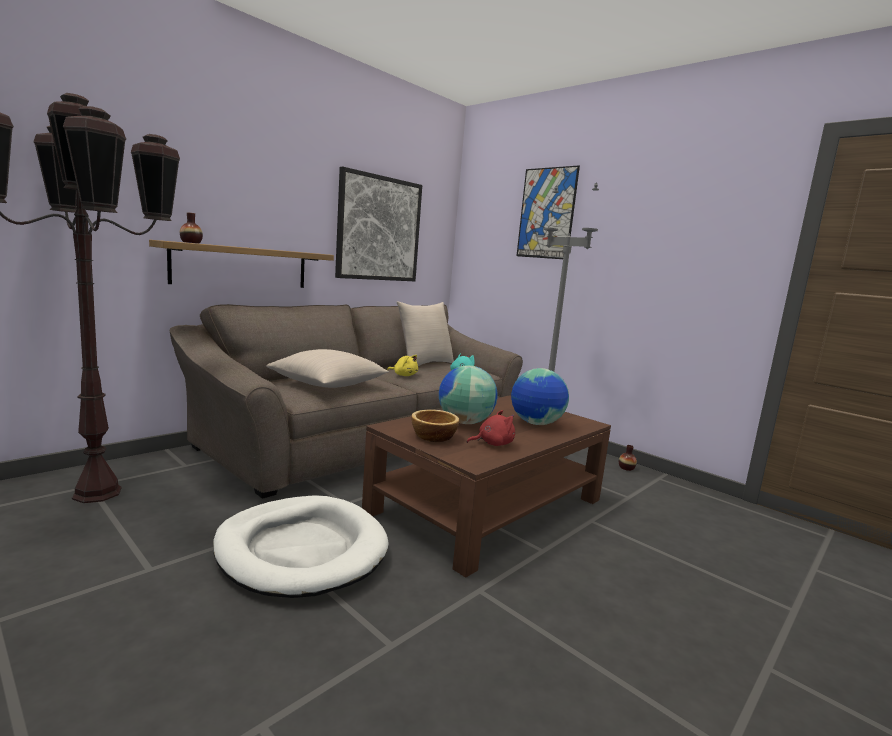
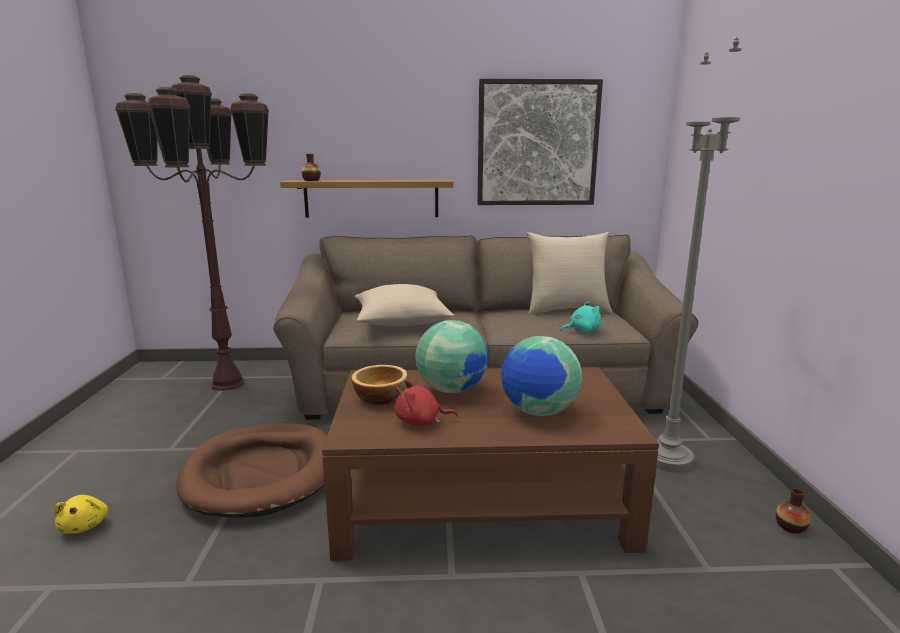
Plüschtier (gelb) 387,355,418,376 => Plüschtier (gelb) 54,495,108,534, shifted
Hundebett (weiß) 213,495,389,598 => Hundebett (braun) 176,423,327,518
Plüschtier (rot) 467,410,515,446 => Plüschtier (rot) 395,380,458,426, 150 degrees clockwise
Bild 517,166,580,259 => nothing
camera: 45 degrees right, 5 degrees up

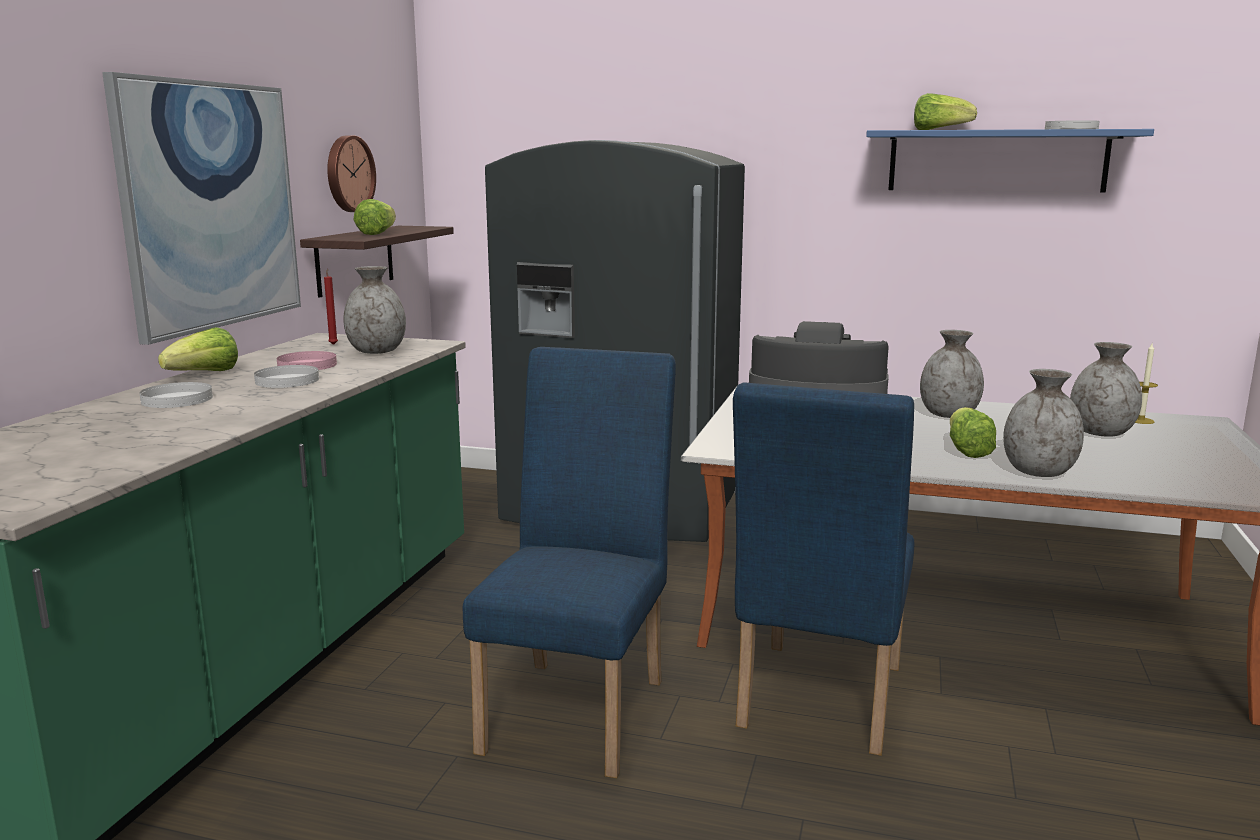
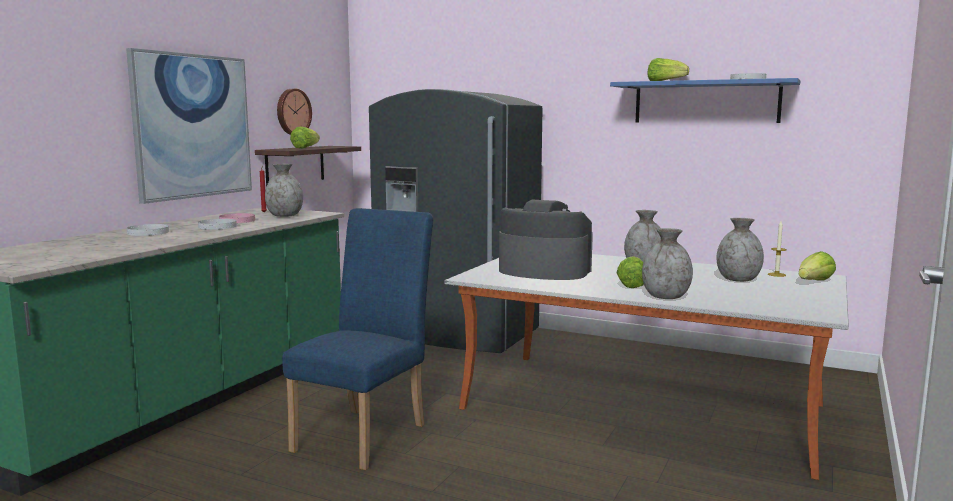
Salatkopf 158,327,238,371 => Salatkopf 799,251,836,281, shifted
Stuhl (blau) 733,382,915,756 => nothing
camera: 10 degrees right, 5 degrees down

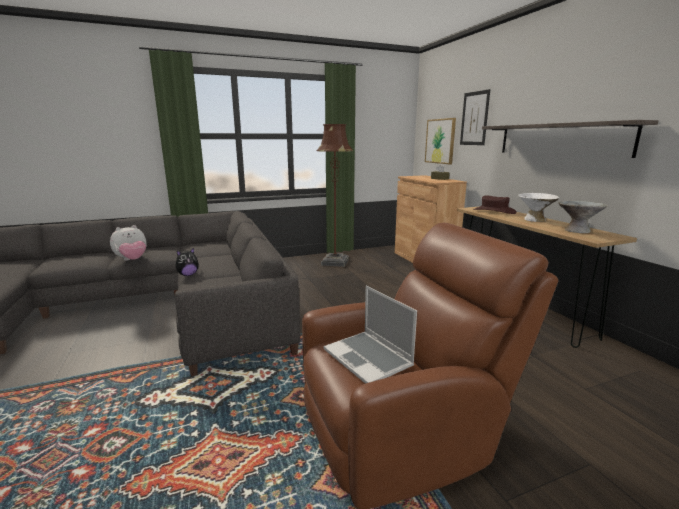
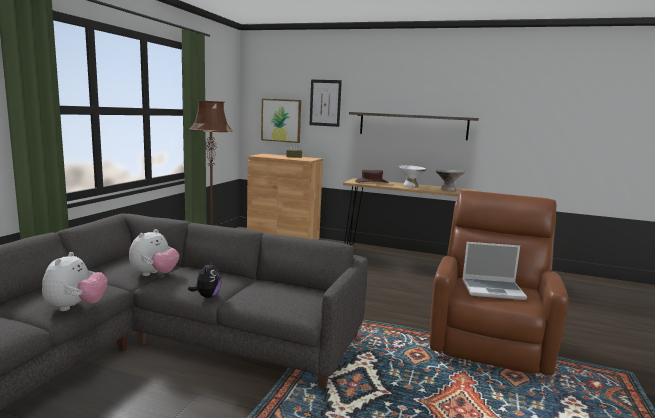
nothing => Plüschtier 129,229,179,276
camera: 50 degrees left, 5 degrees down

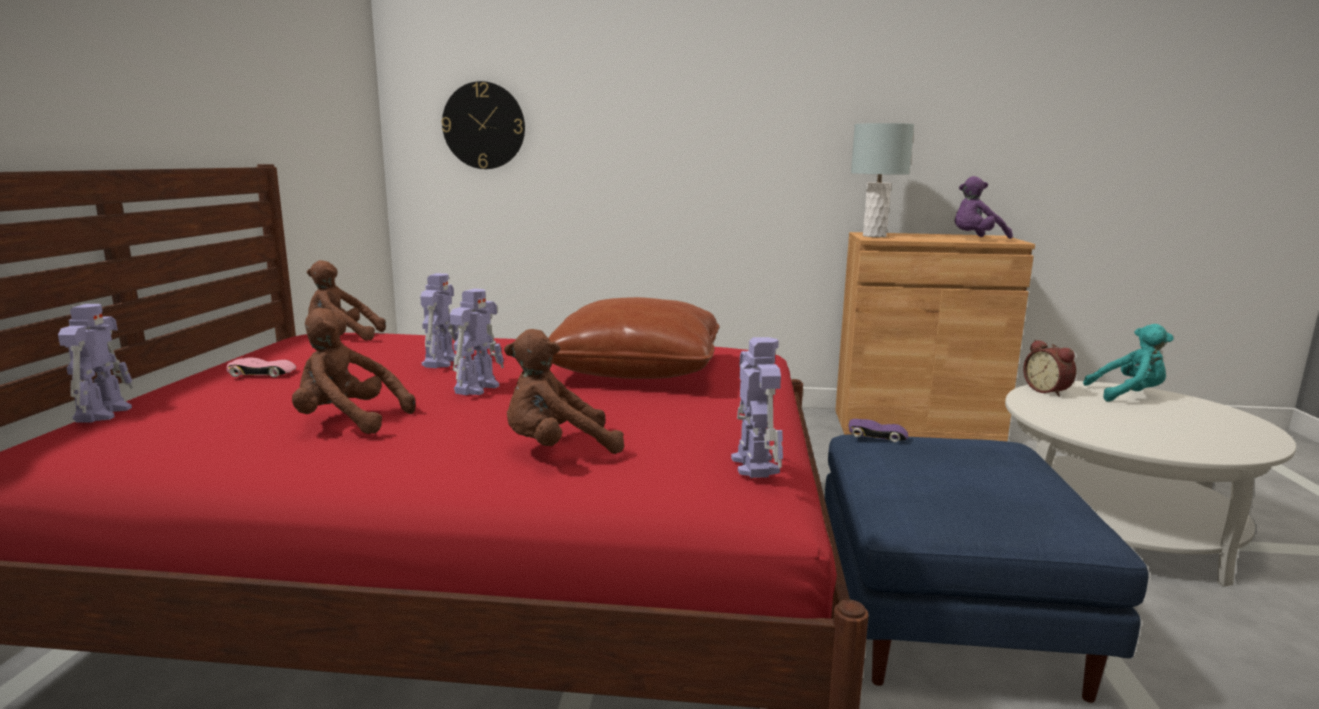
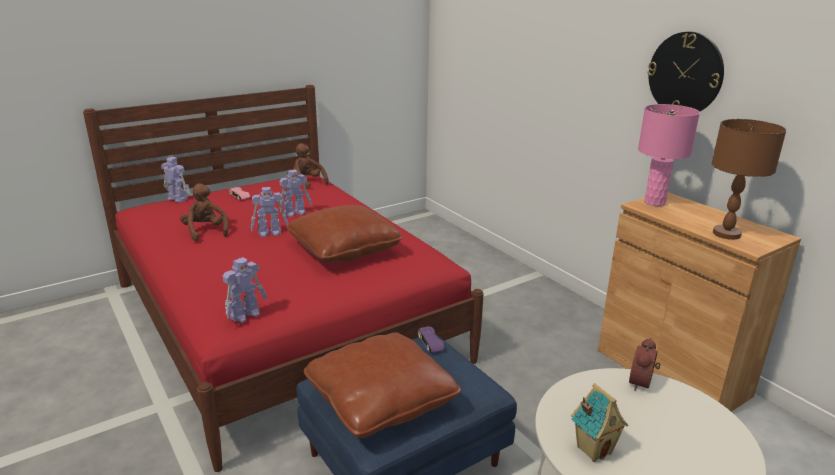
Spielzeugroboter 58,304,133,422 => Spielzeugroboter 161,157,191,202, 105 degrees counterclockwise
nothing => Kissen (braun) 304,332,461,438
nothing => Spielzeughaus 571,383,628,462
Tischlampe (grau) 851,123,914,237 => Tischlampe (rosa) 638,104,700,206
Wanduhr 442,81,525,169 => Wanduhr 648,32,724,111, shifted
Plüschtier (lila) 955,176,1013,239 => Tischlampe (braun) 712,119,786,240
Plüschtier (braun) 504,329,624,454 => nothing
Plüschtier (türkis) 1083,324,1174,402 => nothing
camera: 50 degrees right, 10 degrees up

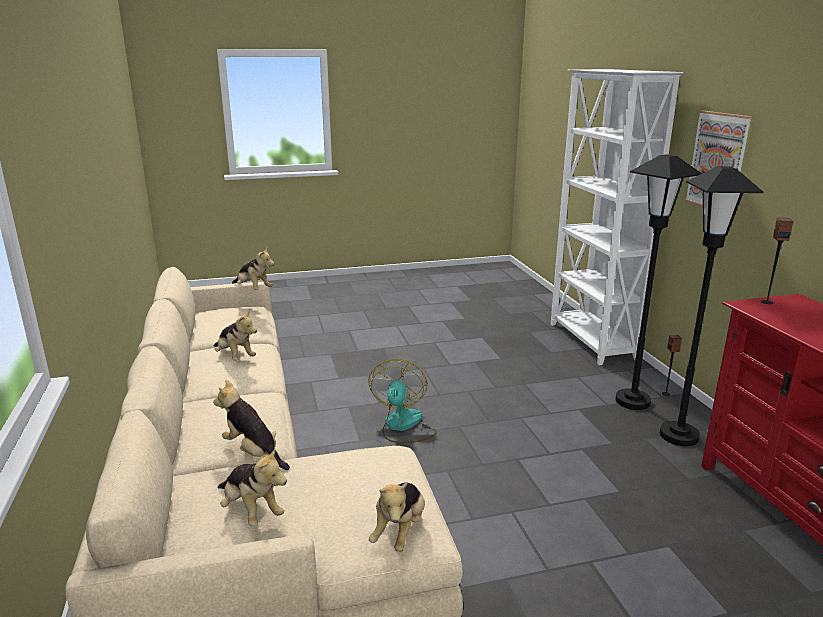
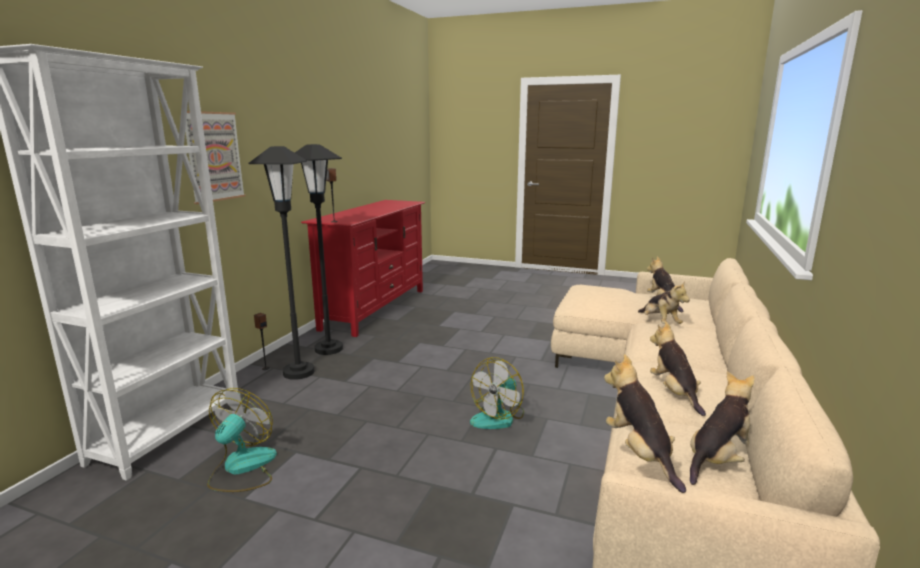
nothing => Ventilator 208,388,277,492
Plüschtier 369,482,425,552 => Plüschtier 690,371,755,485, shifted
camera: 145 degrees left, 5 degrees down

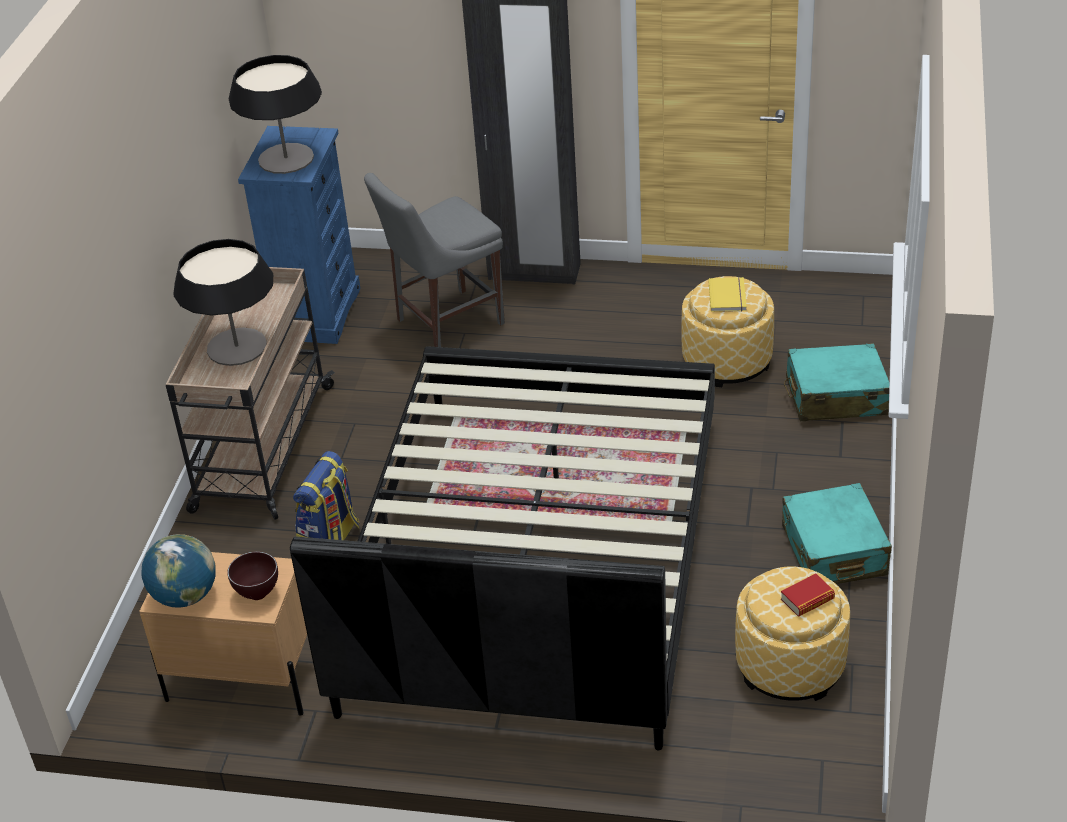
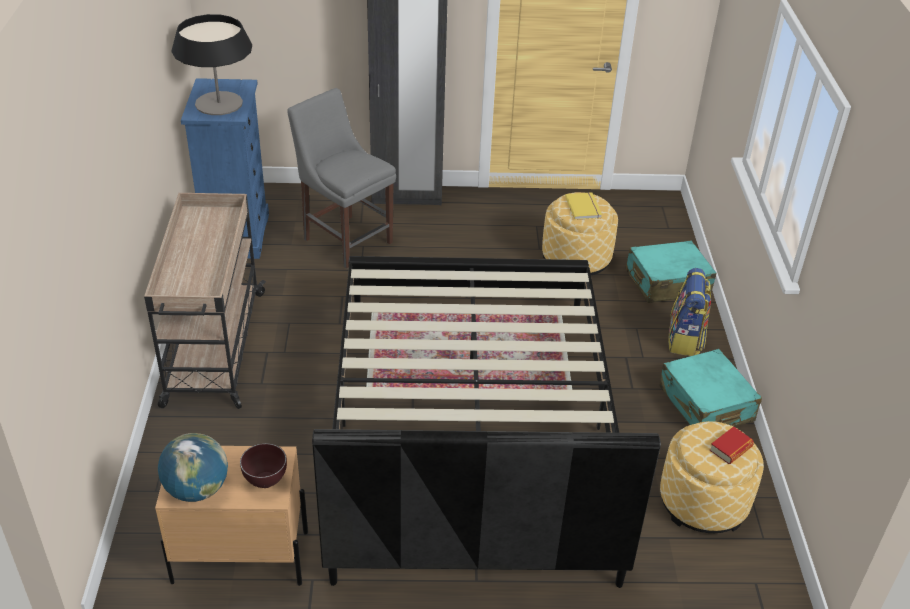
Stuhl (grau) 364,173,505,347 => Stuhl (grau) 287,88,396,269, 90 degrees clockwise
Rucksack 293,451,360,540 => Rucksack 668,268,711,356, shifted
Tischlampe 173,239,273,366 => nothing
camera: 15 degrees left, 0 degrees up

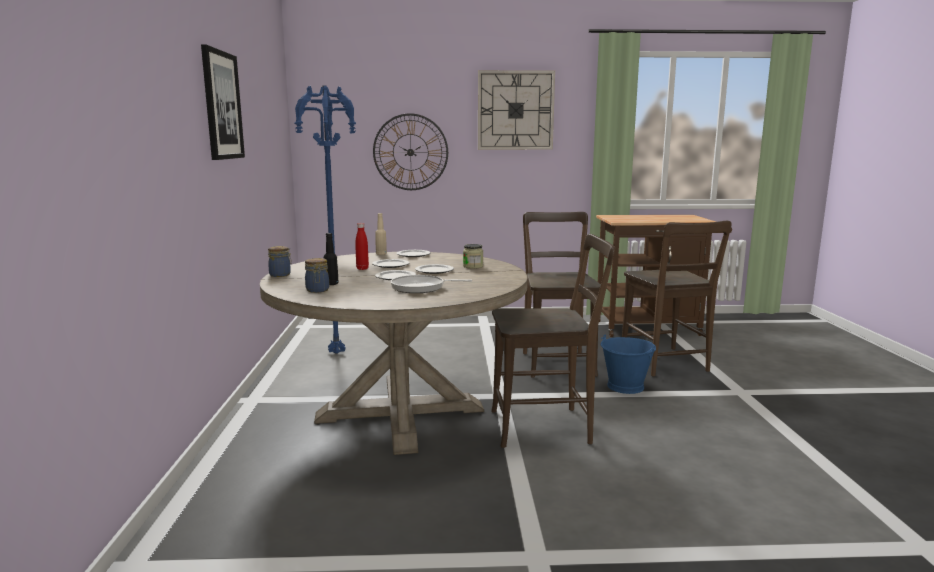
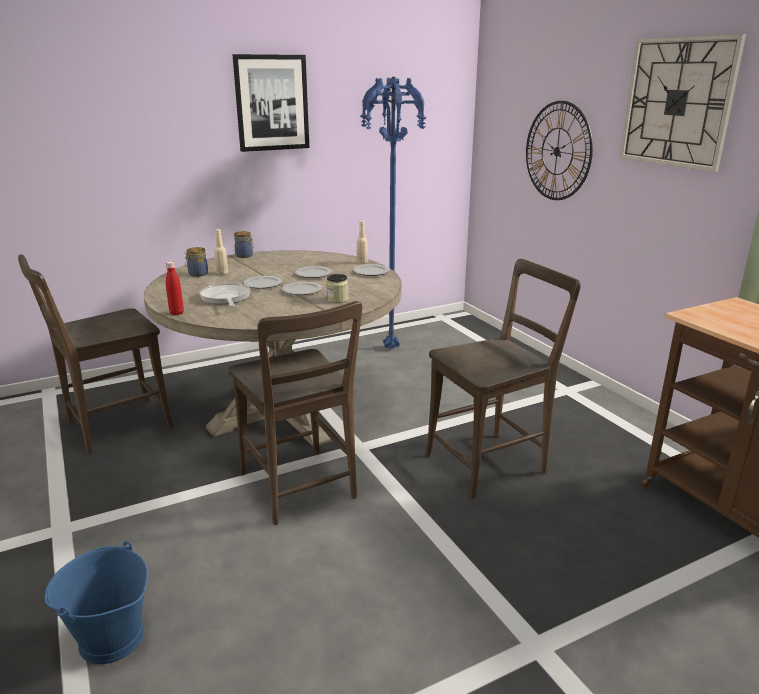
Stuhl (braun) 622,221,732,376 => Stuhl (braun) 18,254,174,454, shifted
Eimer (blau) 600,335,656,394 => Eimer (blau) 44,541,148,664, shifted
Flasche (rot) 355,223,369,270 => Flasche (rot) 166,261,184,315, shifted
Flasche (schwarz) 324,233,339,285 => Flasche (beige) 214,229,228,275
camera: 65 degrees right, 10 degrees up

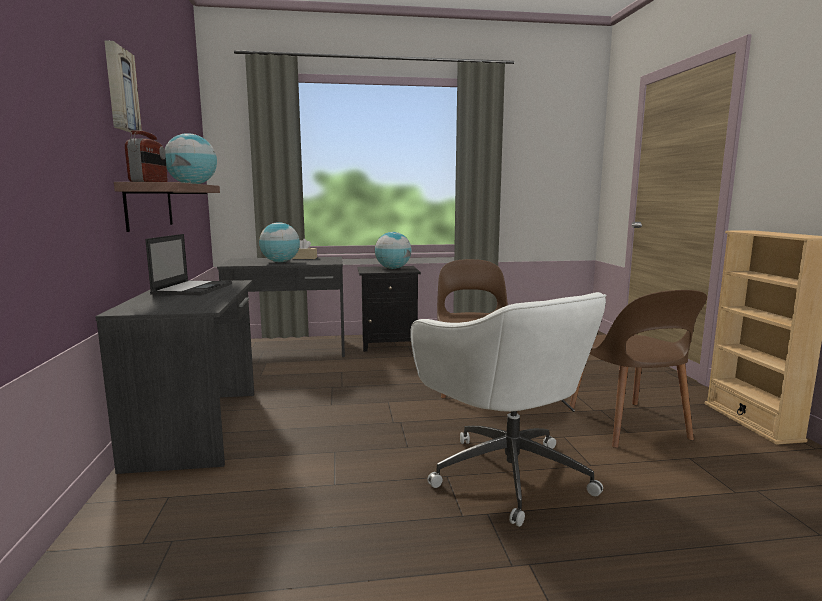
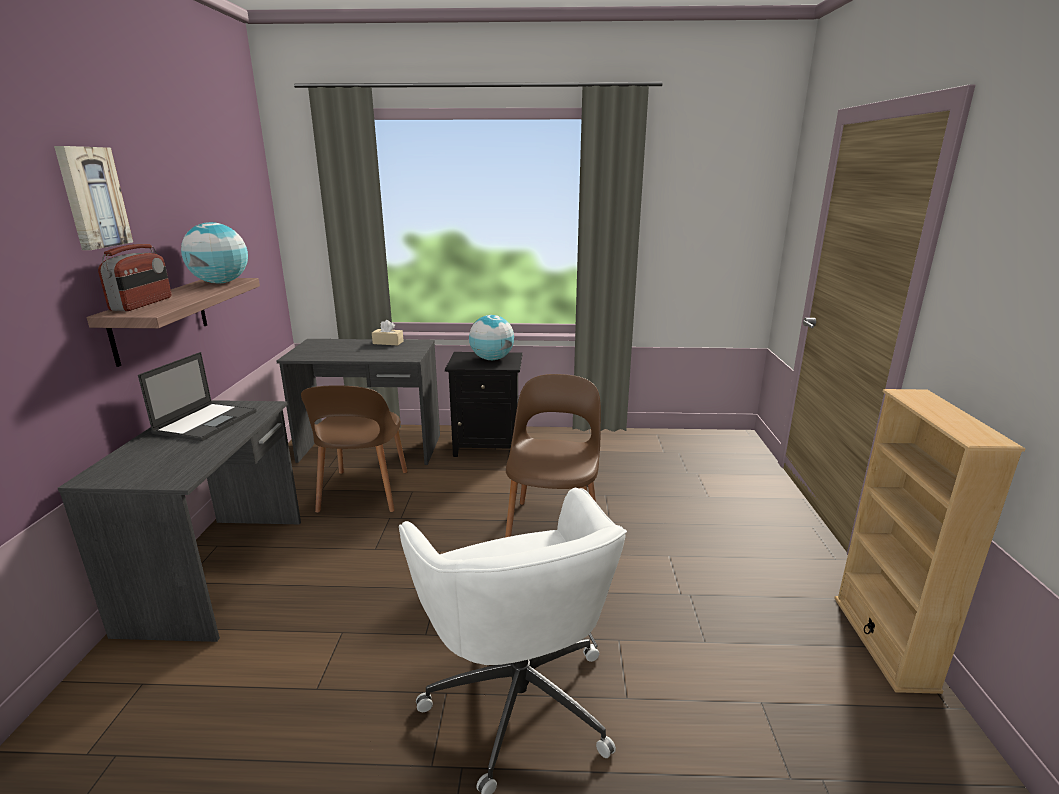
Stuhl (braun) 569,290,707,448 => Stuhl (braun) 301,385,407,513, shifted
Globus 259,222,300,262 => nothing
camera: 10 degrees right, 10 degrees up

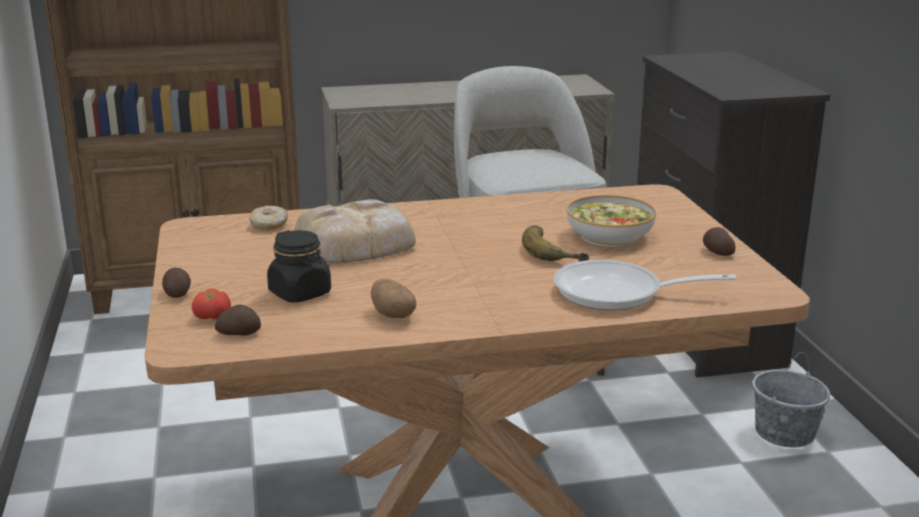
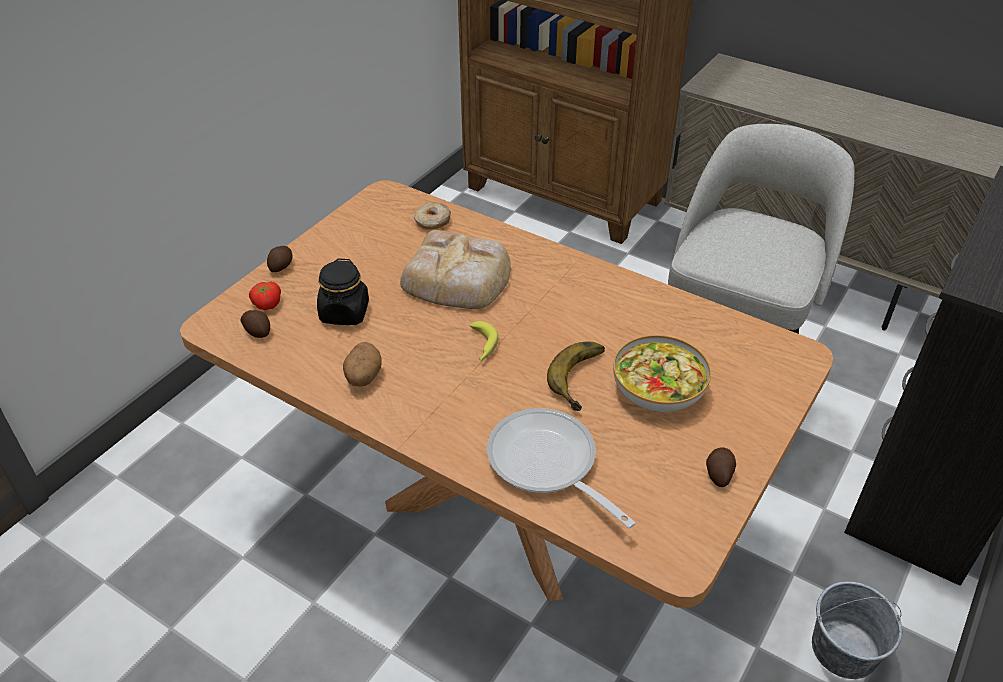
nothing => Banane 470,321,498,361
camera: 45 degrees right, 20 degrees up

